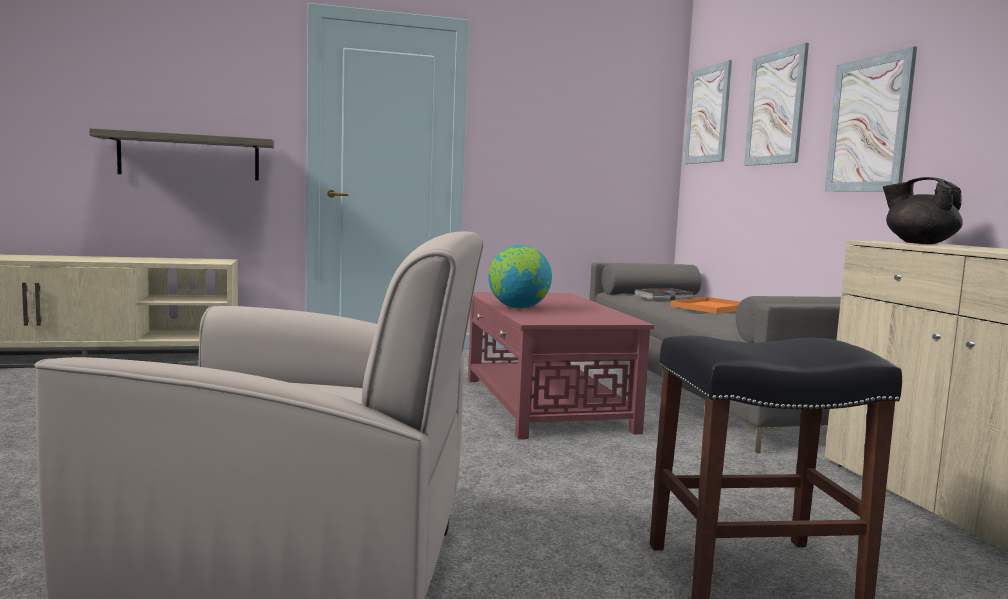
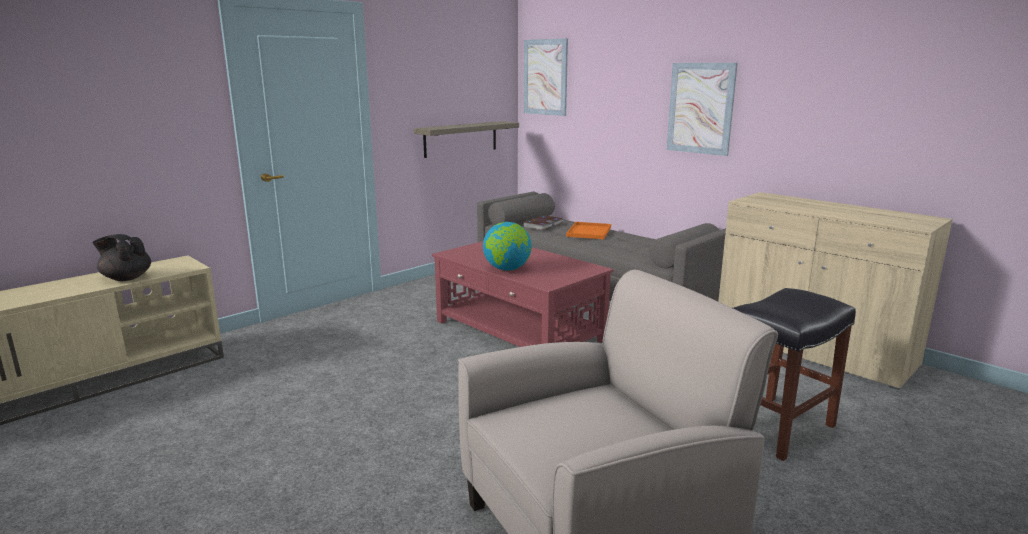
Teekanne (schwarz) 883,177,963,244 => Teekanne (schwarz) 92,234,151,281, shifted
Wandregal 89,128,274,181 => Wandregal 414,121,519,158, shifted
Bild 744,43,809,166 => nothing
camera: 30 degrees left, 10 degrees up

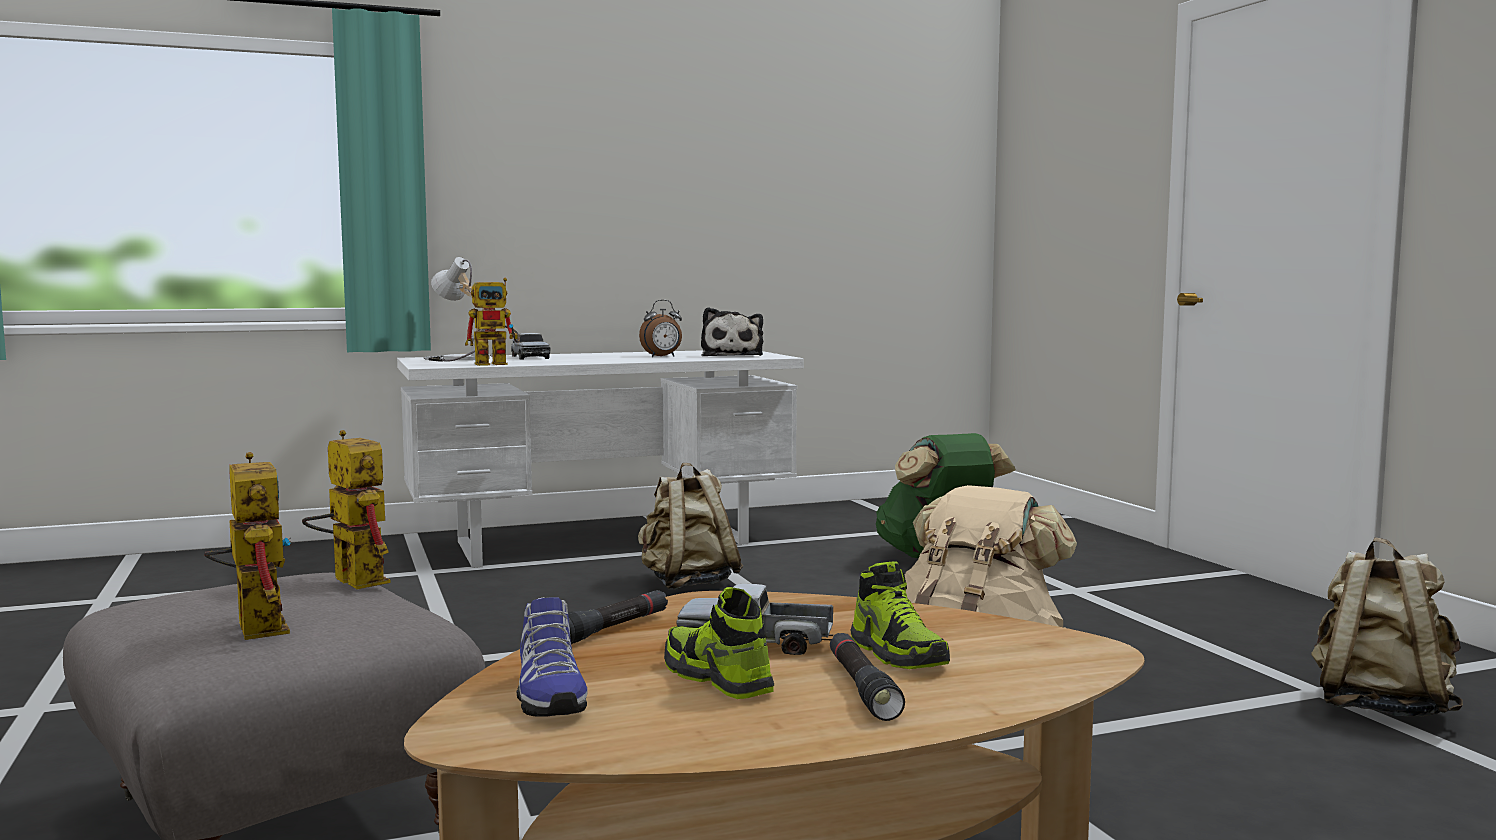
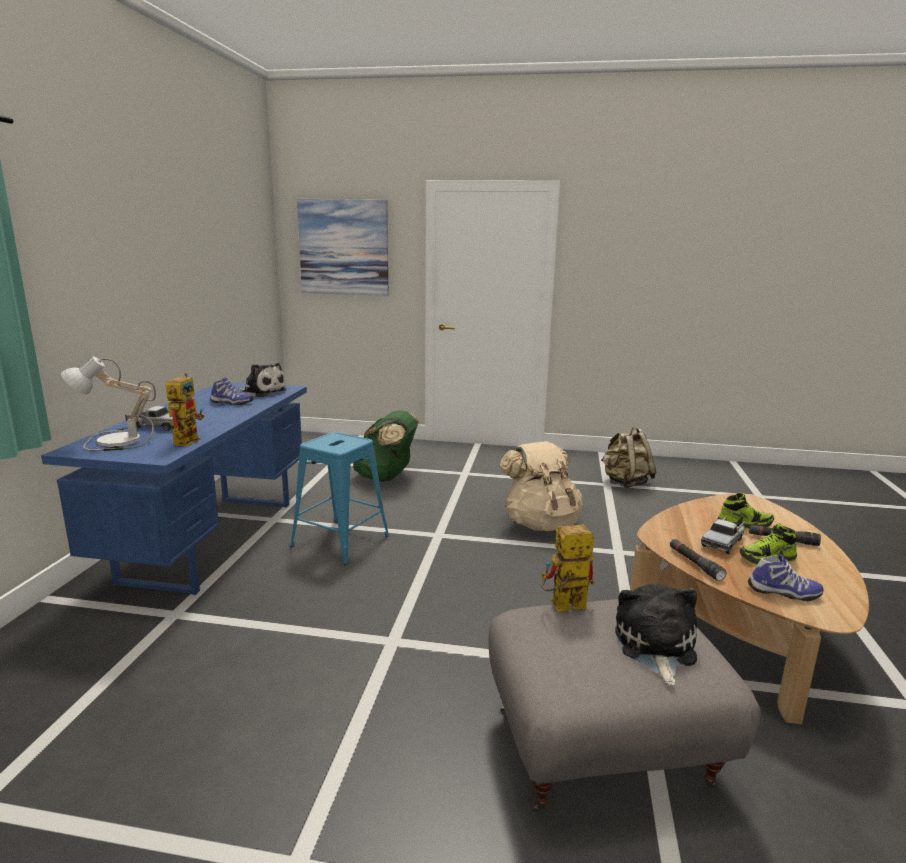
Schreibtisch (weiß) 397,350,804,568 => Schreibtisch (blau) 41,382,307,595
Wecker 639,300,682,357 => Schuh 210,377,253,405
Rucksack (beige) 638,463,743,590 => Hocker (blau) 290,432,389,565
nothing => Bild 297,199,388,296
Spielzeugroboter 204,452,291,640 => Plüschtier 615,584,697,685
camera: 60 degrees left, 10 degrees up

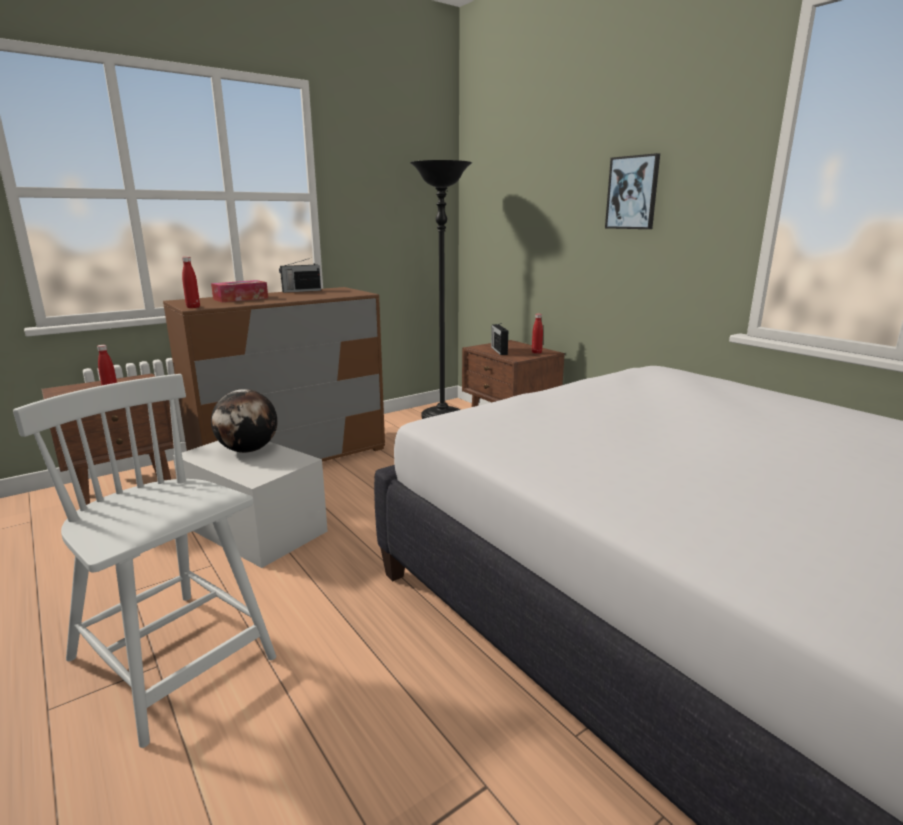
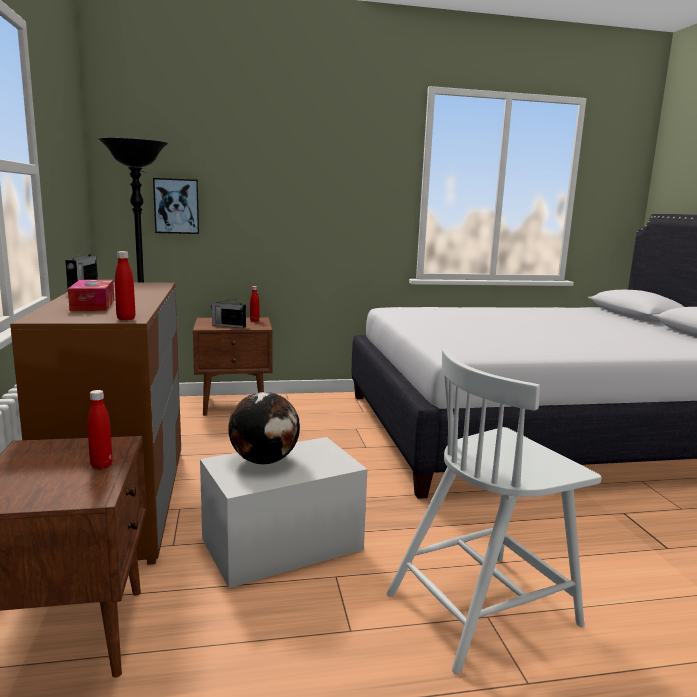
Bild 605,153,660,229 => Bild 153,178,199,234, shifted
camera: 65 degrees left, 5 degrees down

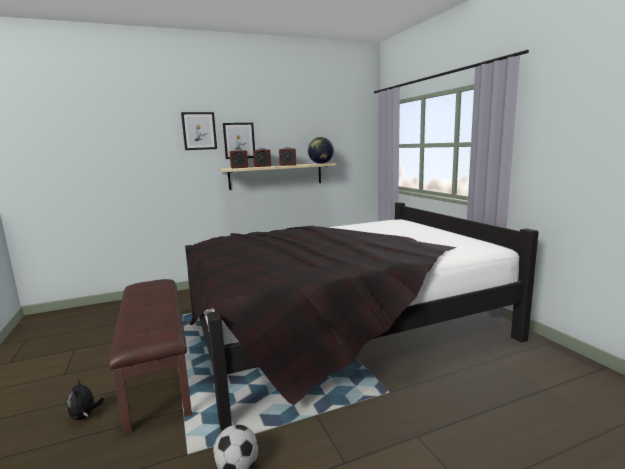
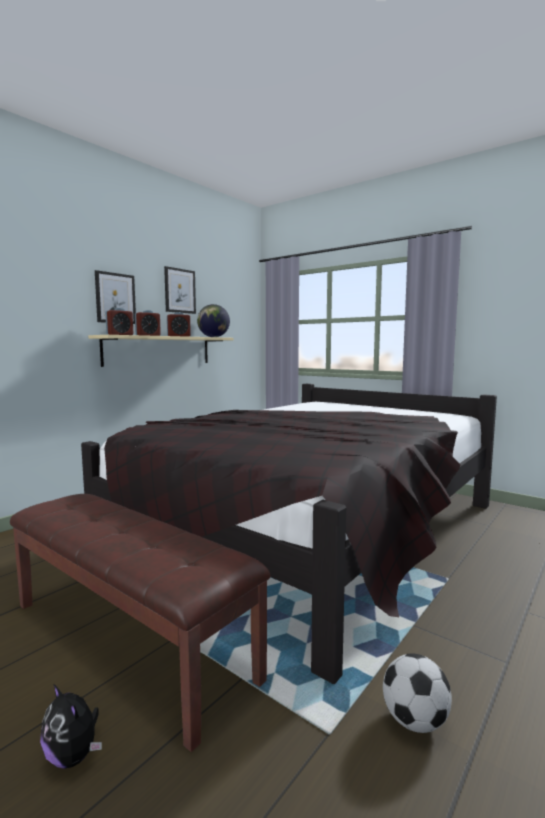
Bild 181,112,217,150 => Bild 164,266,196,314, shifted
camera: 30 degrees left, 5 degrees down

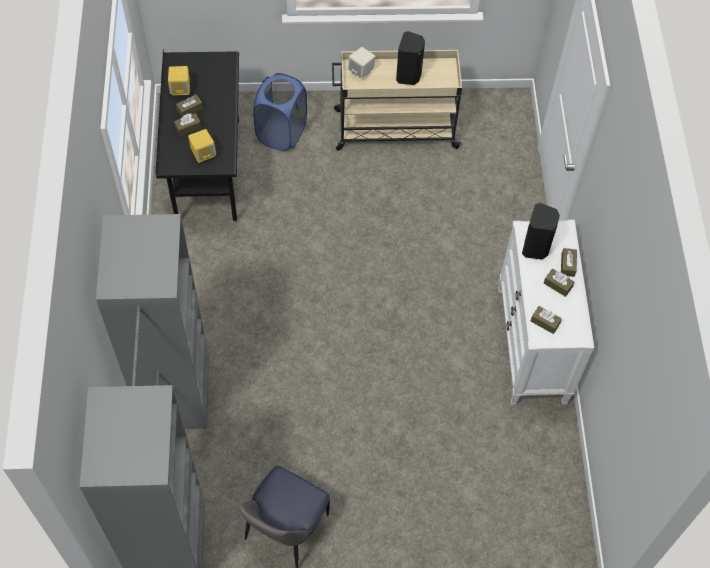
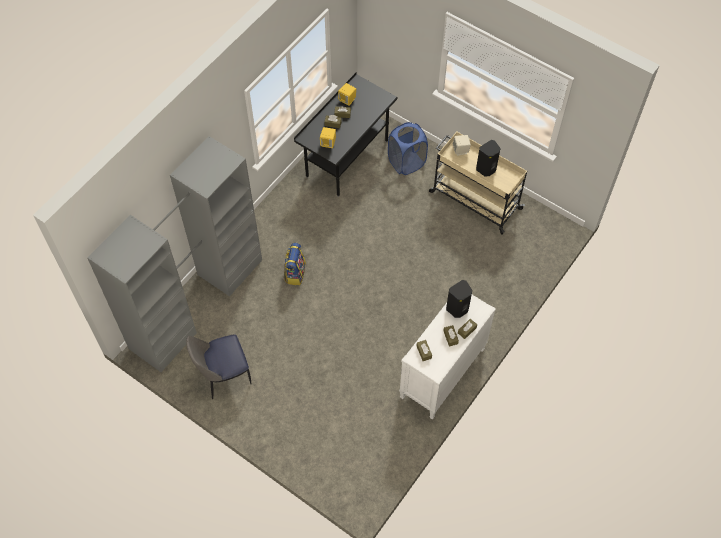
nothing => Rucksack 284,243,306,285
camera: 40 degrees right, 0 degrees up

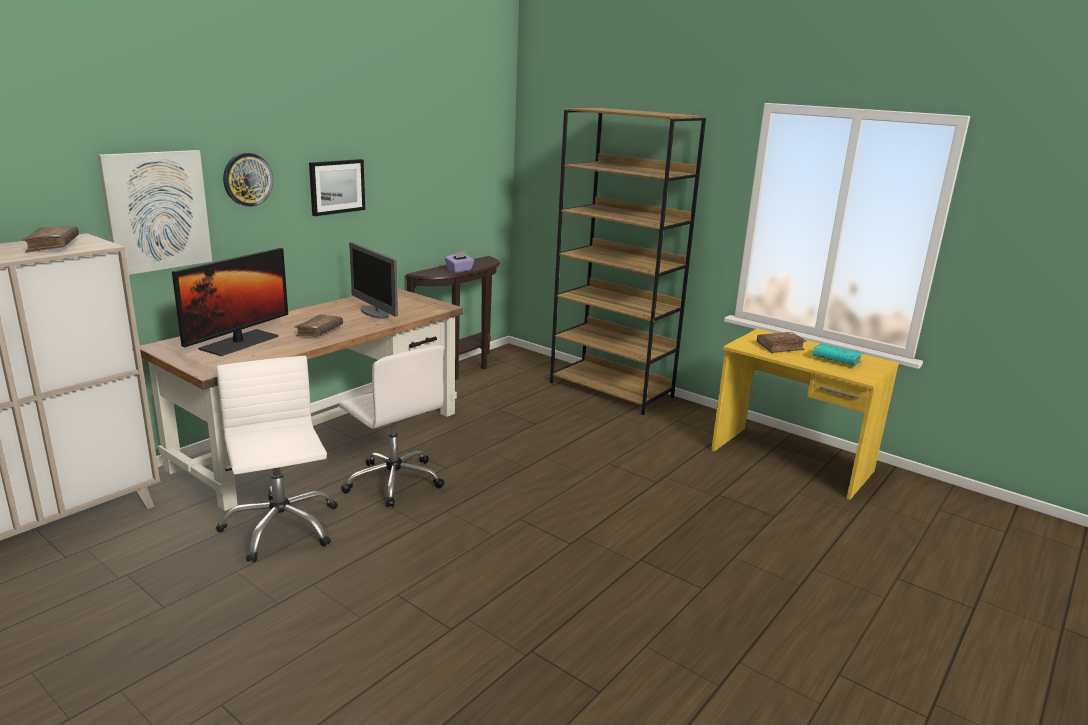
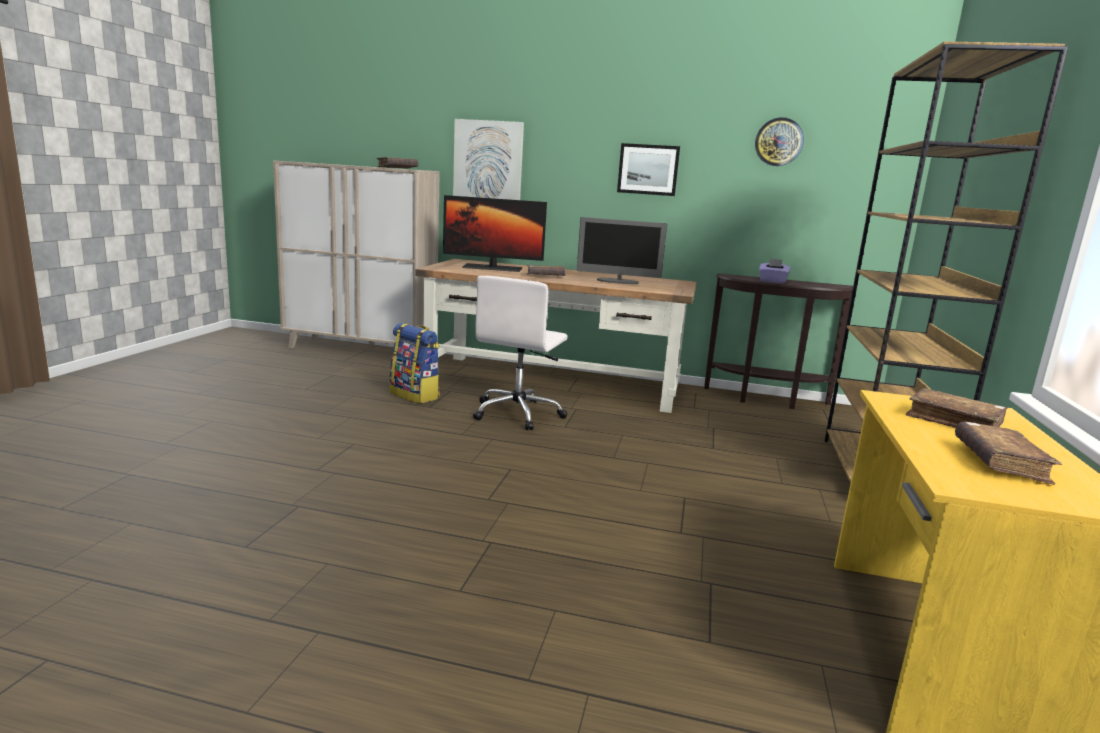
Bürostuhl (weiß) 216,356,338,562 => Rucksack 390,323,440,404
Monitor 349,242,398,319 => Monitor 577,217,667,284, 105 degrees counterclockwise
Wanduhr 223,153,273,207 => Wanduhr 755,117,804,166, shifted
Buch (türkis) 813,343,863,366 => Buch (braun) 955,422,1062,485
camera: 65 degrees right, 5 degrees down

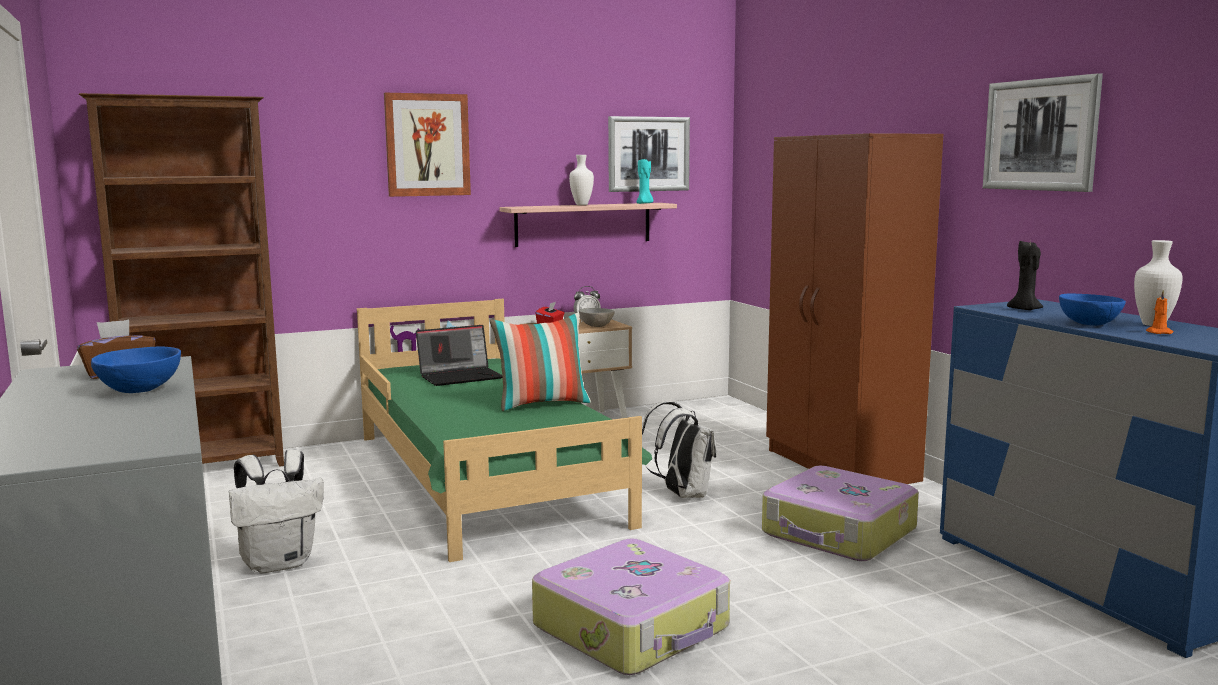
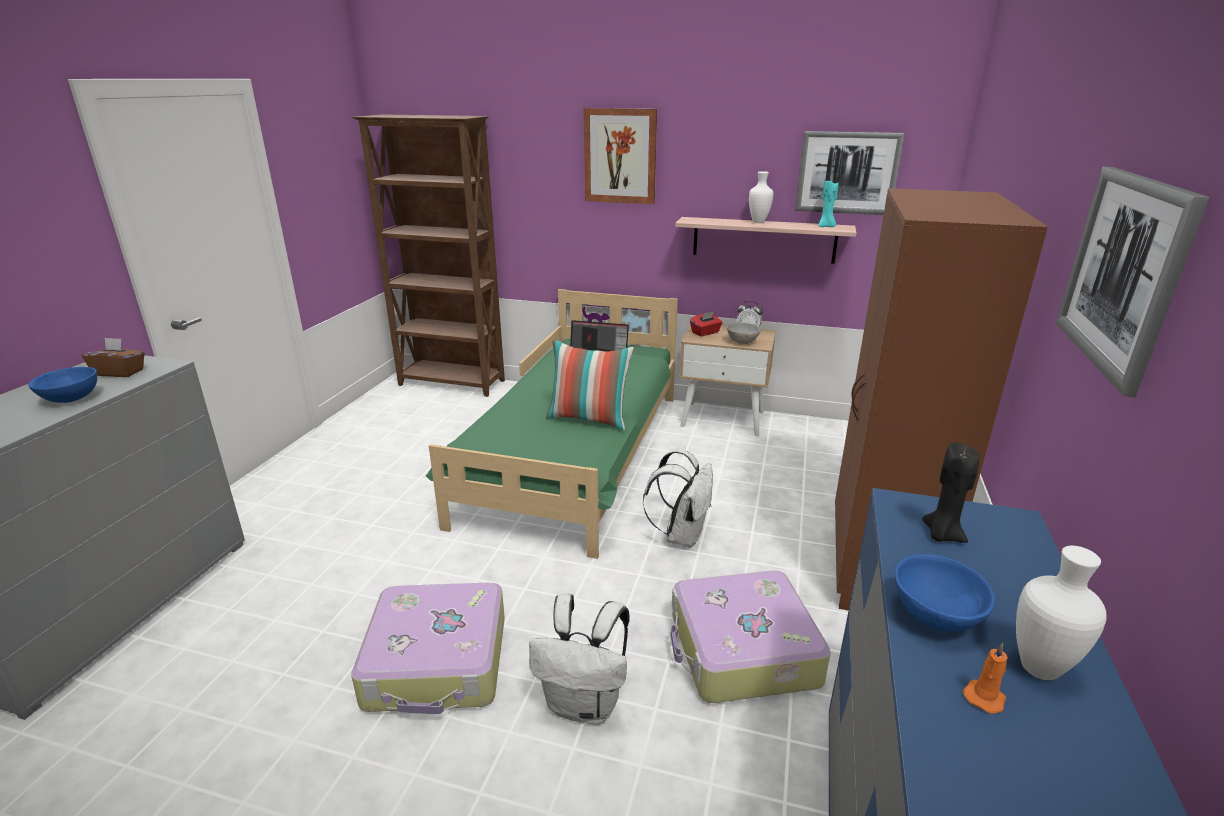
Rucksack (weiß) 229,450,324,574 => Rucksack (weiß) 529,593,630,725, shifted
camera: 40 degrees right, 15 degrees up

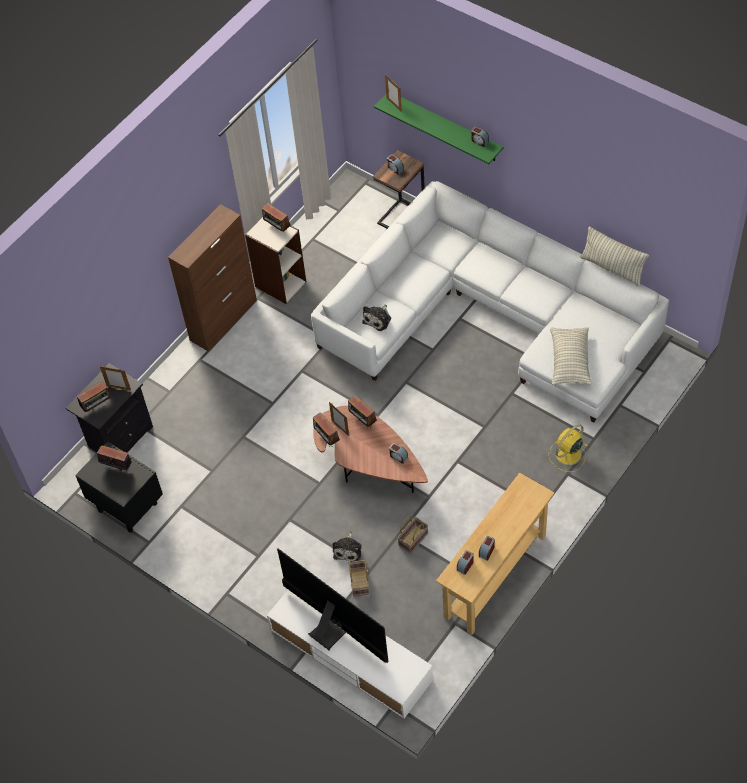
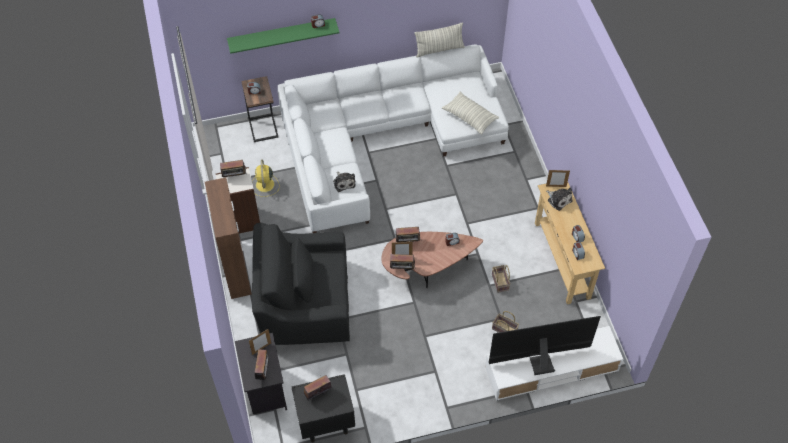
Ventilator (gelb) 549,424,587,472 => Ventilator (gelb) 252,160,280,197, shifted
nothing => Sessel (schwarz) 252,223,350,345
Bilderrahmen 385,75,402,112 => Bilderrahmen 546,170,570,187, shifted
Plüschtier 333,531,362,562 => Plüschtier 546,188,573,211, shifted
camera: 55 degrees left, 0 degrees up

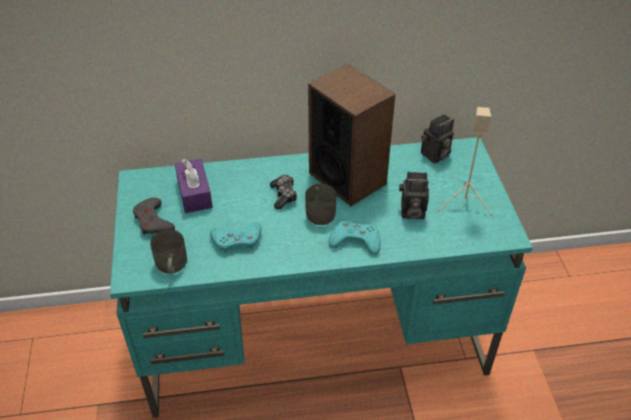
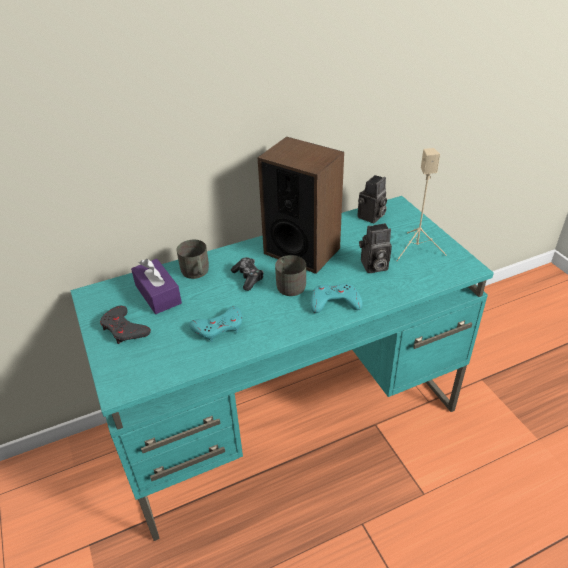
Henkelbecher (grau) 150,230,187,274 => Henkelbecher (grau) 177,240,209,279, shifted
camera: 15 degrees left, 5 degrees down

